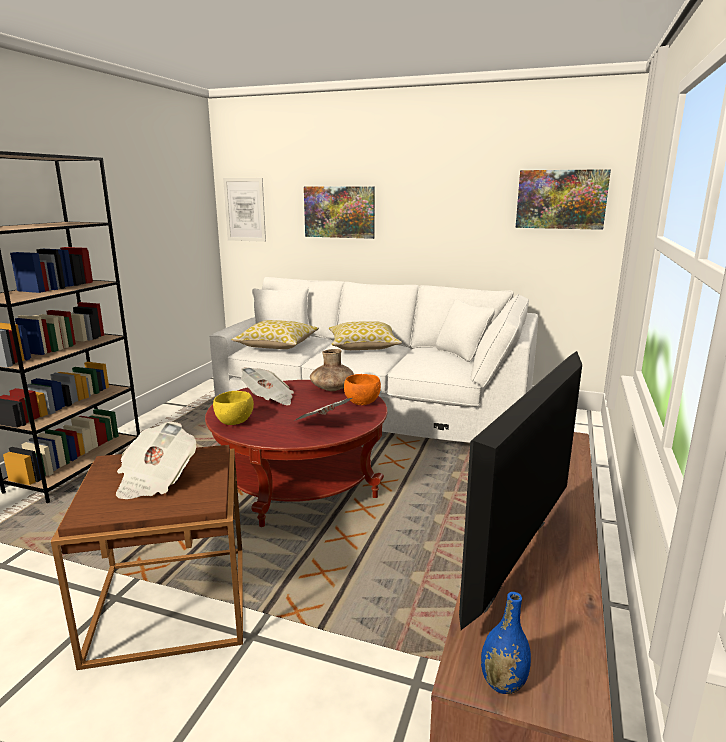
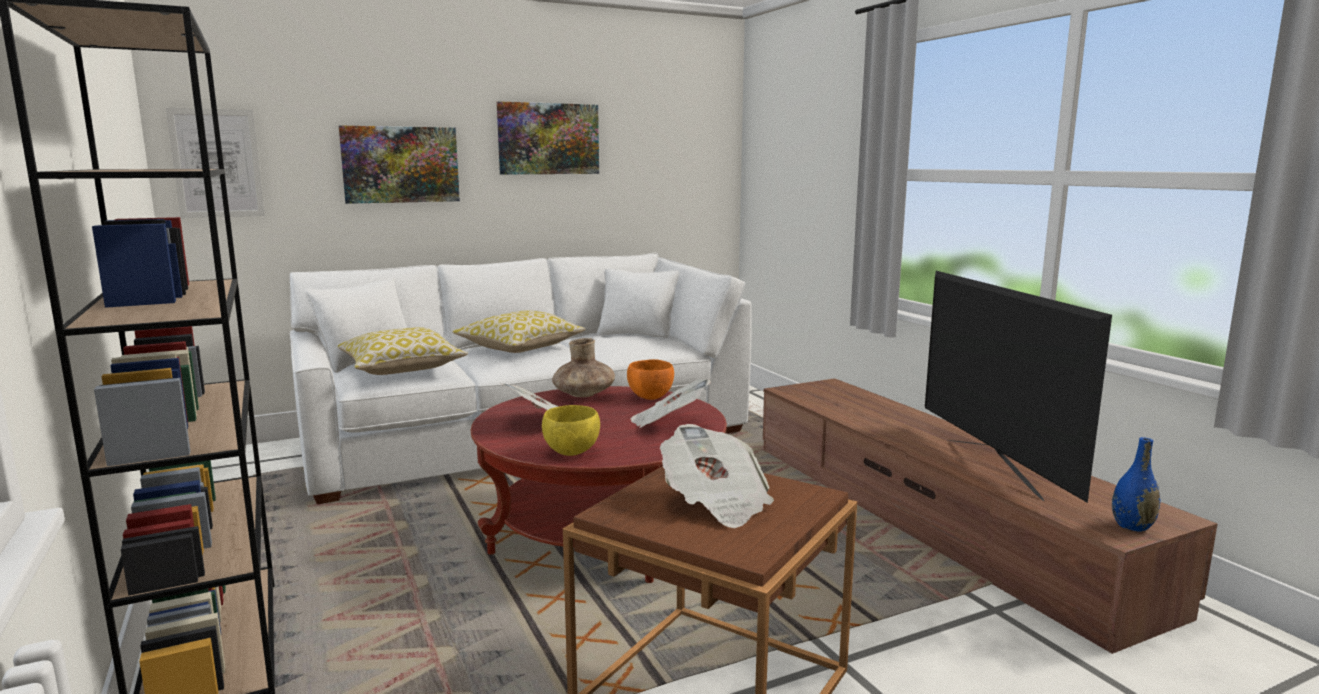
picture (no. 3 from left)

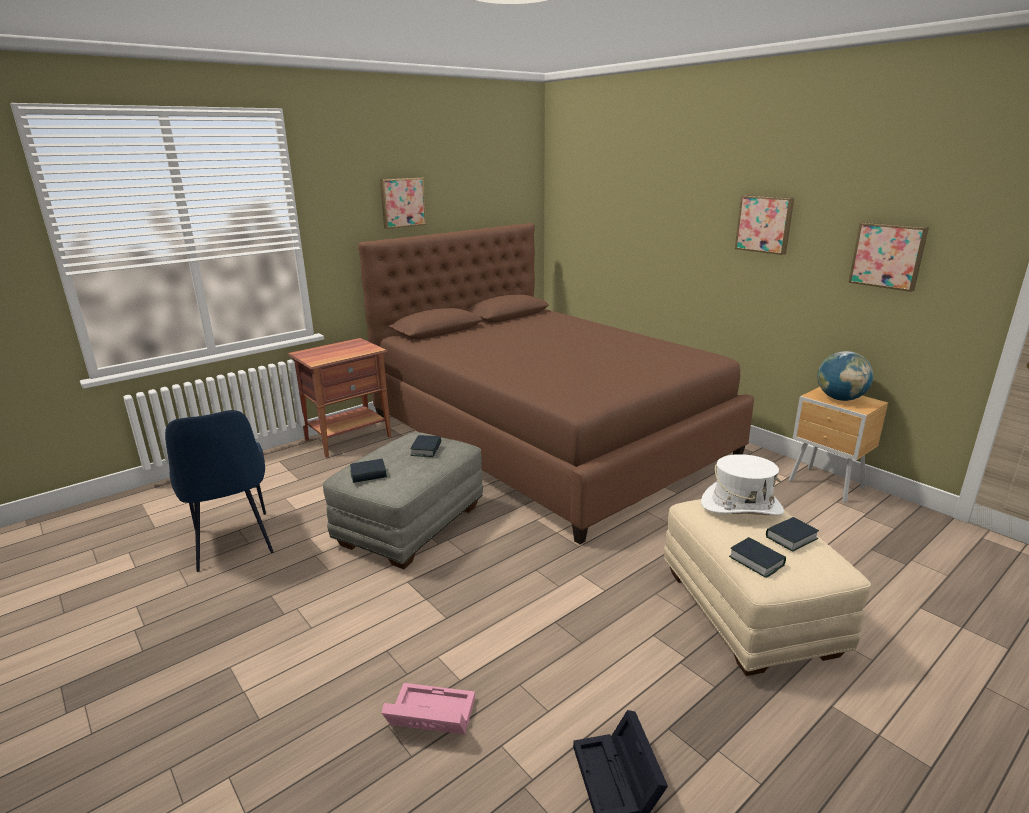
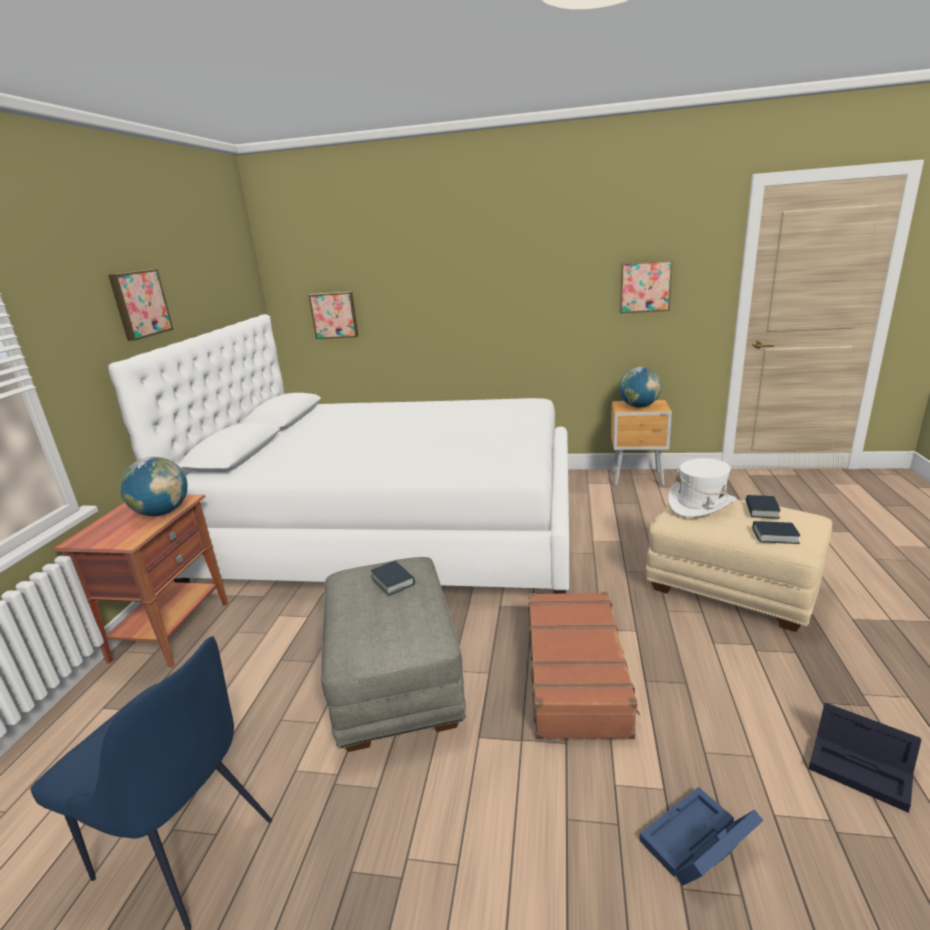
picture (no. 2 from left)
sleeping bed/white-coloured
volume (no. 1 from left in the first image)
storage container/blue-coloured
world globe (no. 1 from left)
piece of luggage/brown-coloured

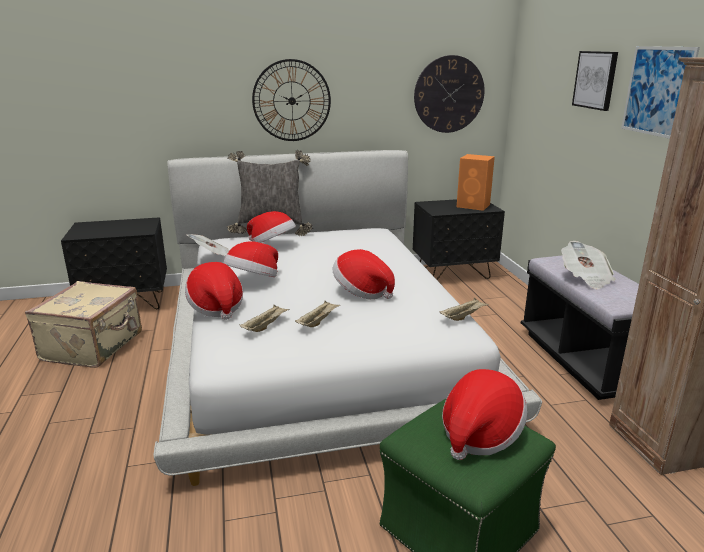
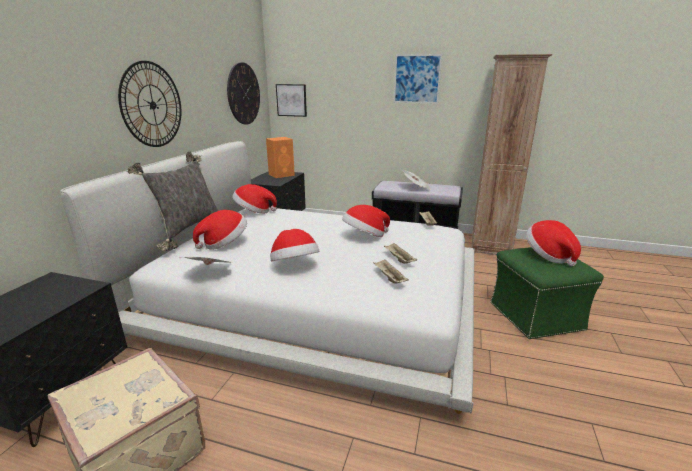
picture (no. 1 from left)
hat (no. 2 from left)

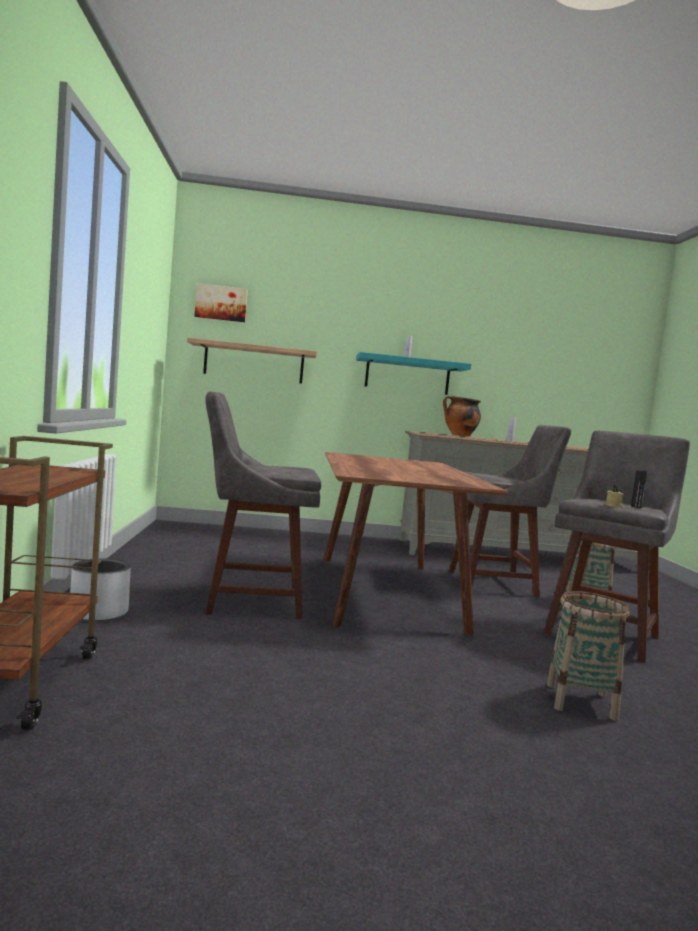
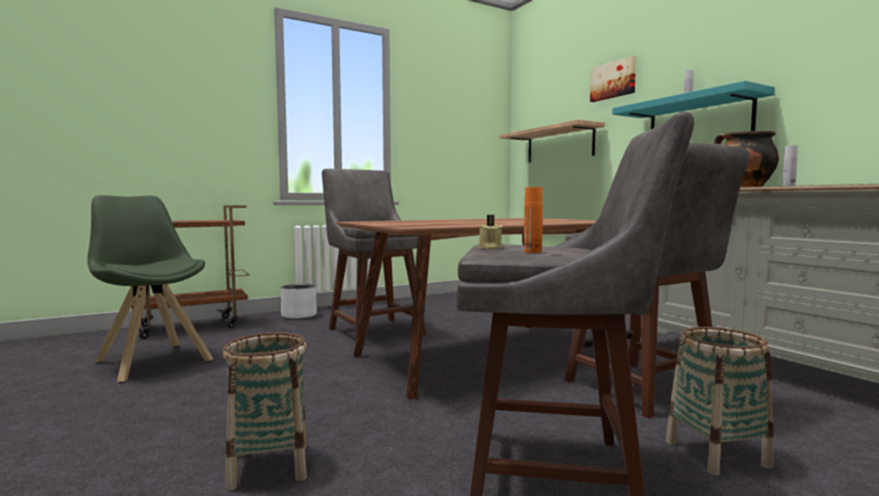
picture
drink bottle/orange-coloured
upright chair/green-coloured

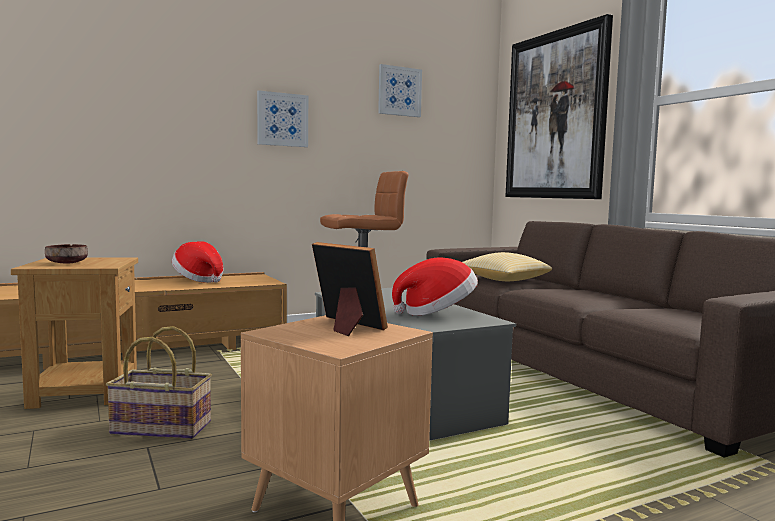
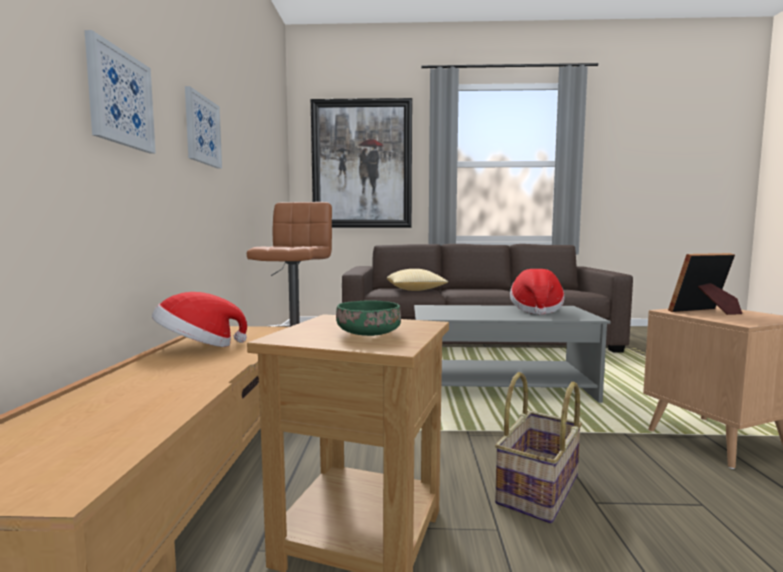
picture (no. 1 from left)
serving bowl/green-coloured

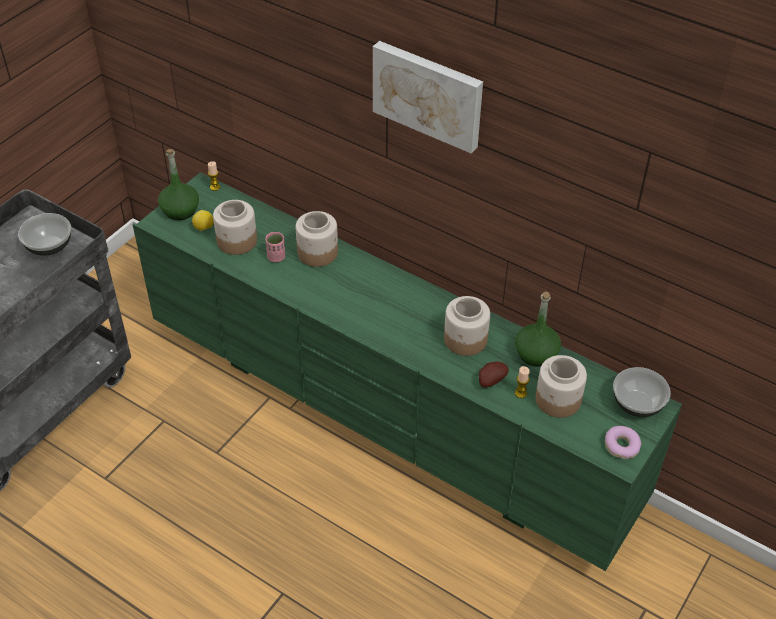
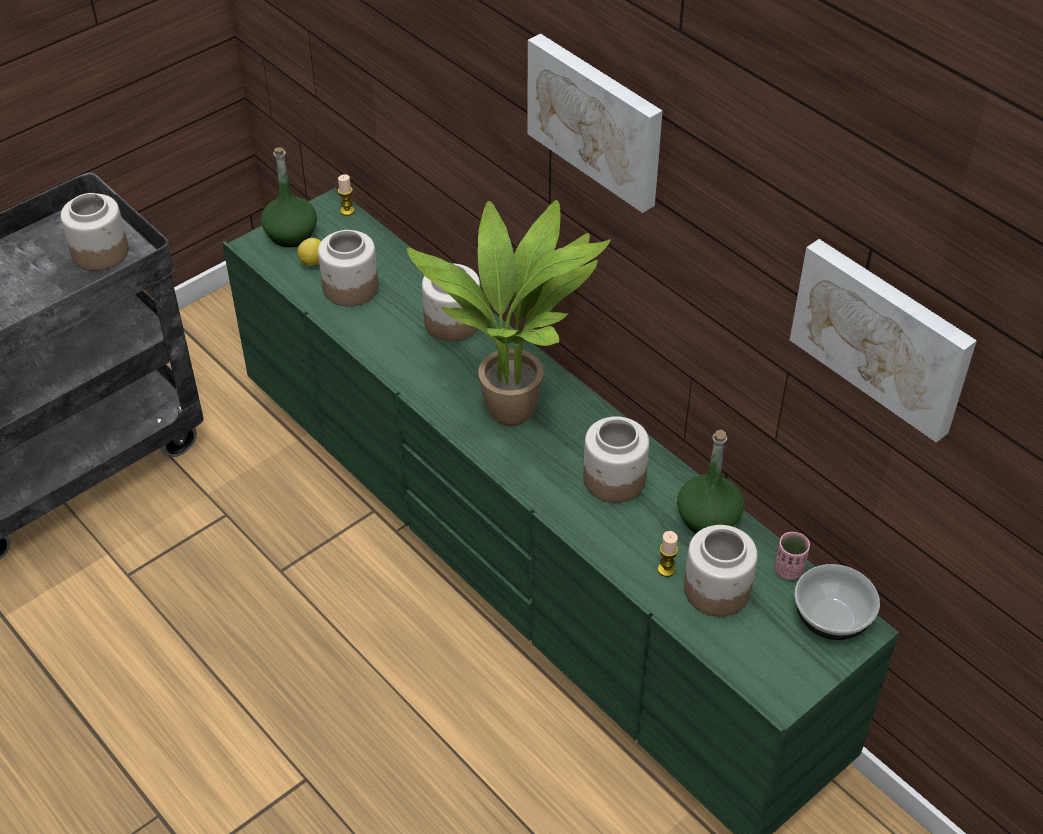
jar (no. 1 from left)
cup/pink-coloured
whole potato
donut
potted plant
picture (no. 2 from left)

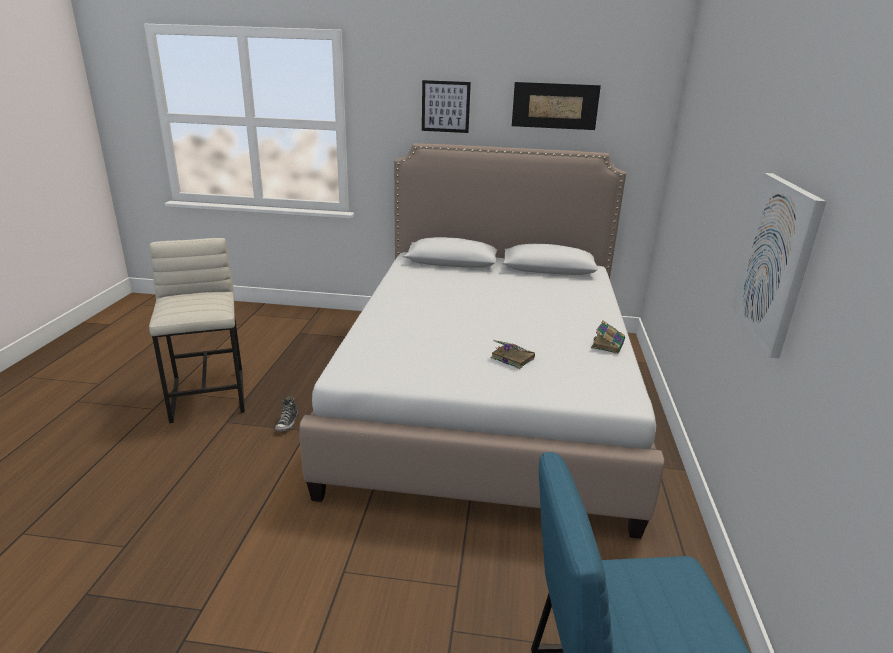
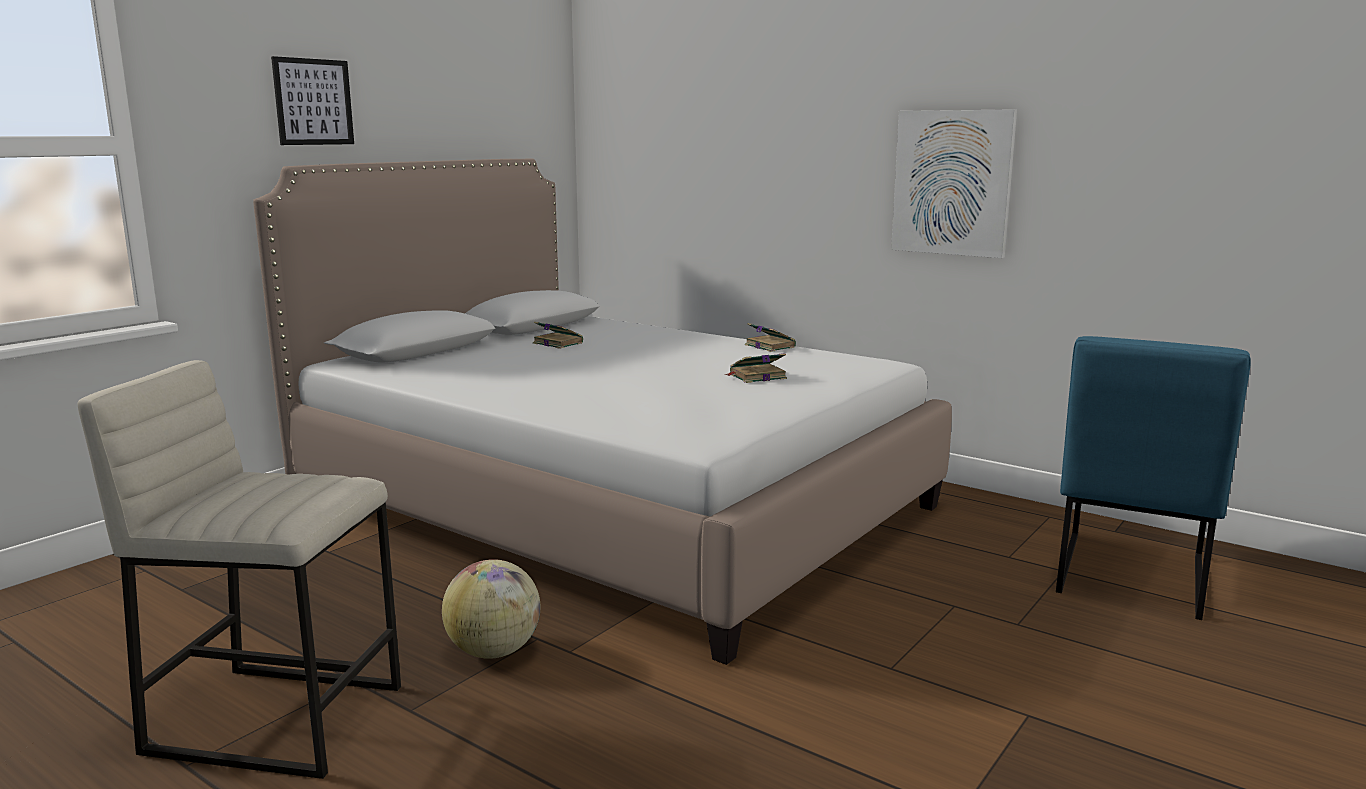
picture (no. 2 from left in the first image)
world globe
volume (no. 1 from left)

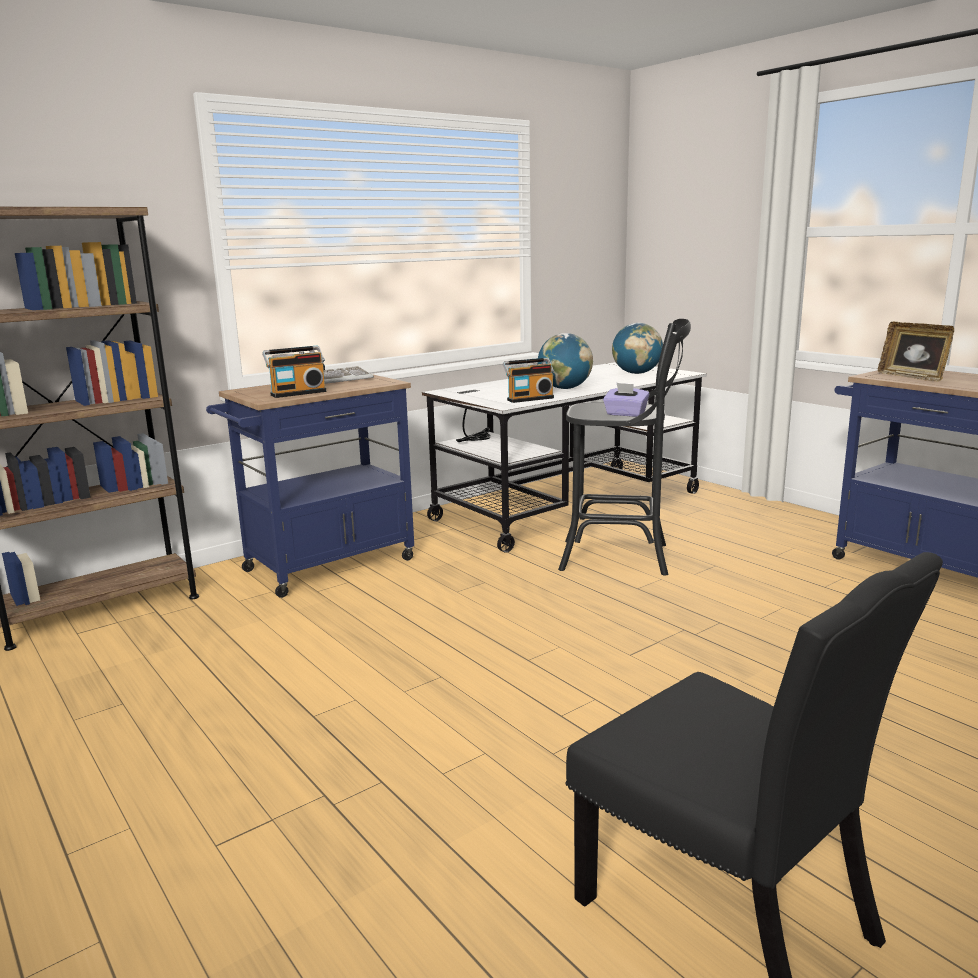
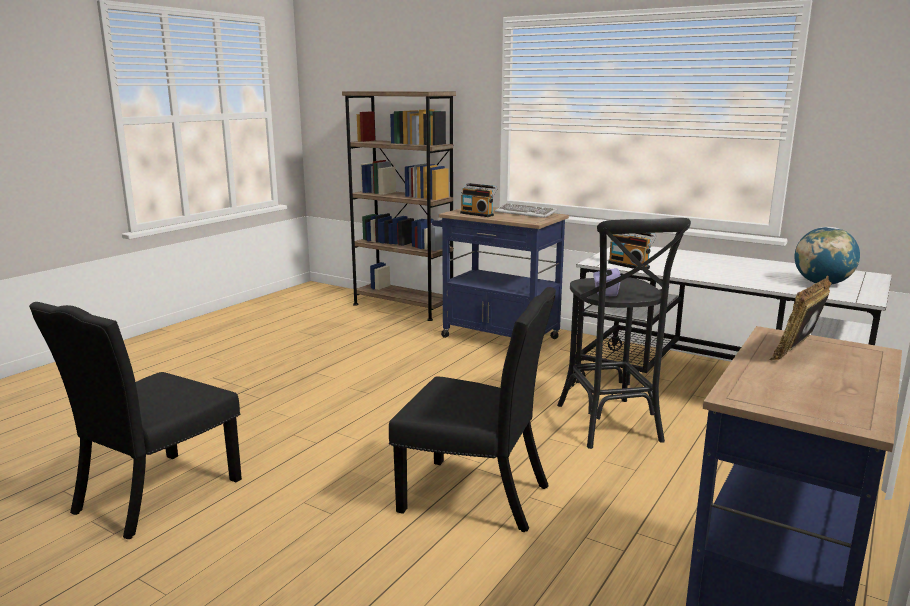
world globe (no. 1 from left in the first image)
upright chair/black-coloured (no. 2 from left)

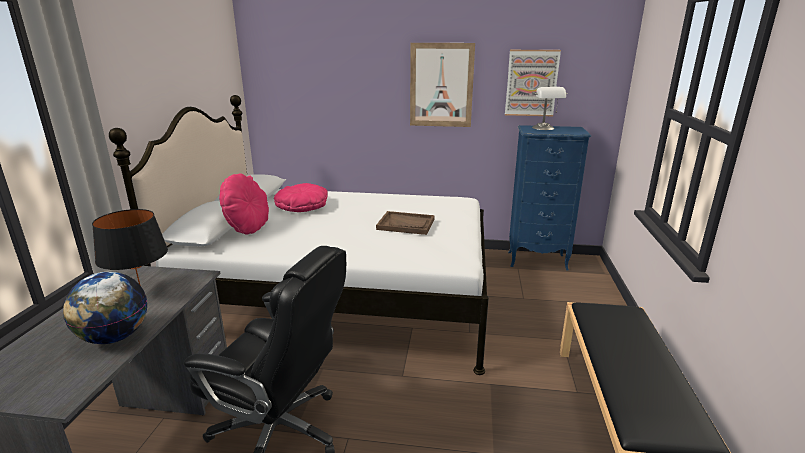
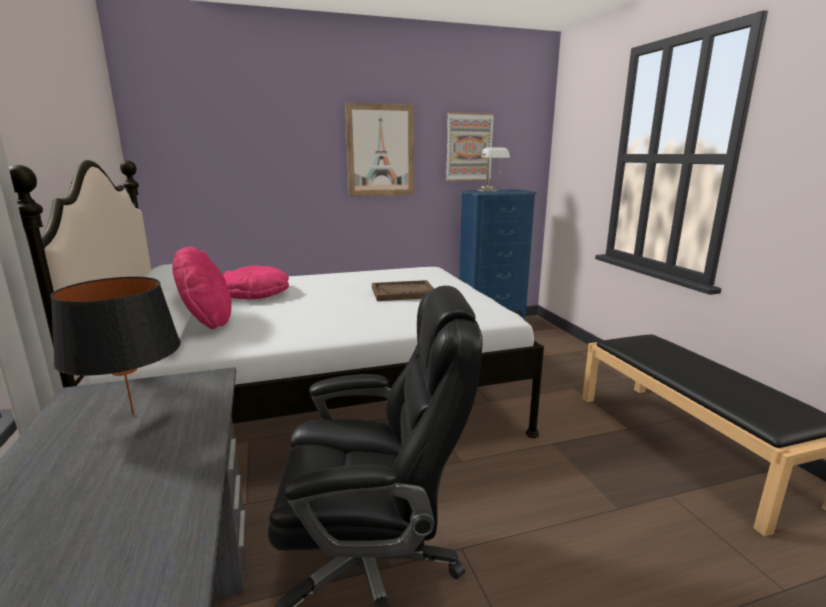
world globe

